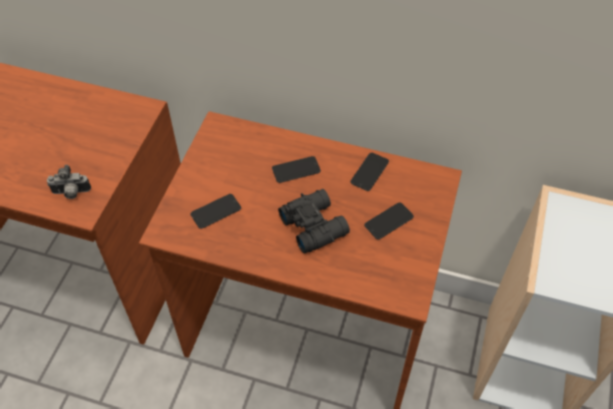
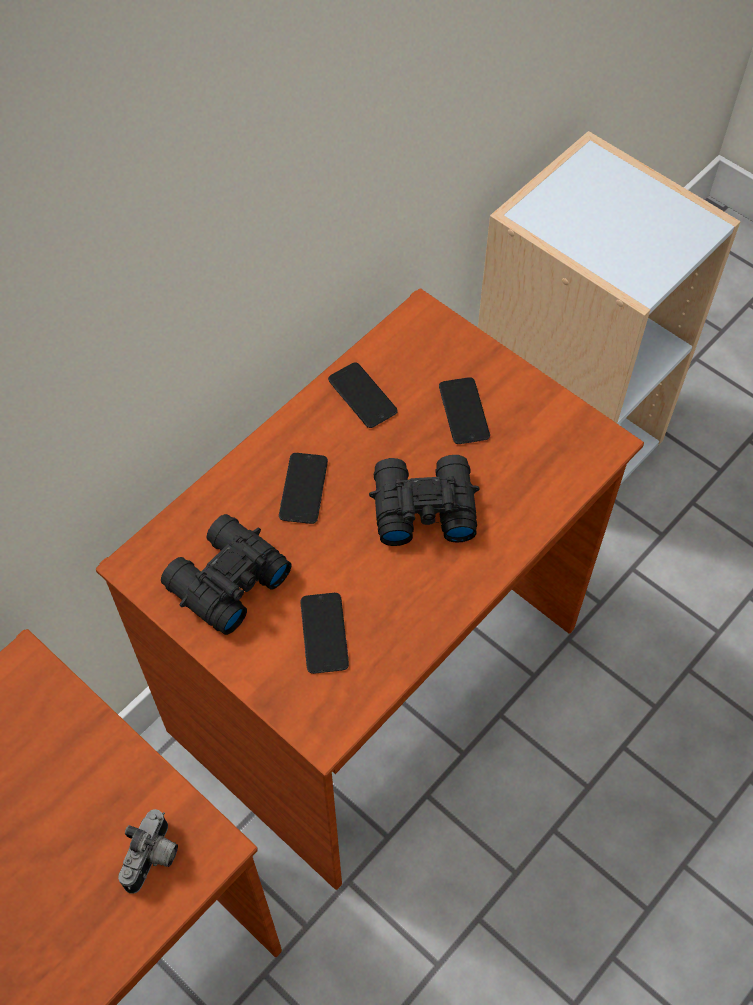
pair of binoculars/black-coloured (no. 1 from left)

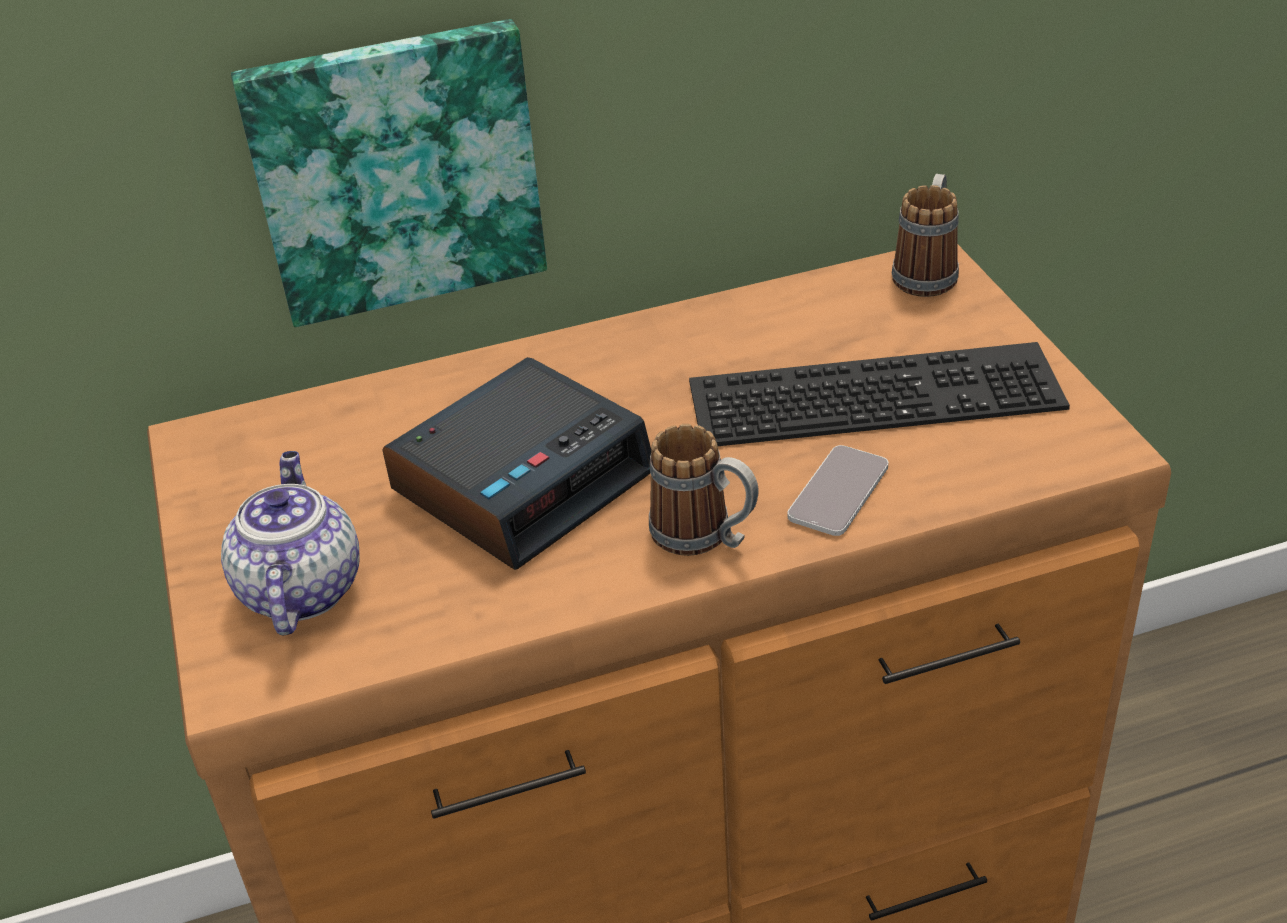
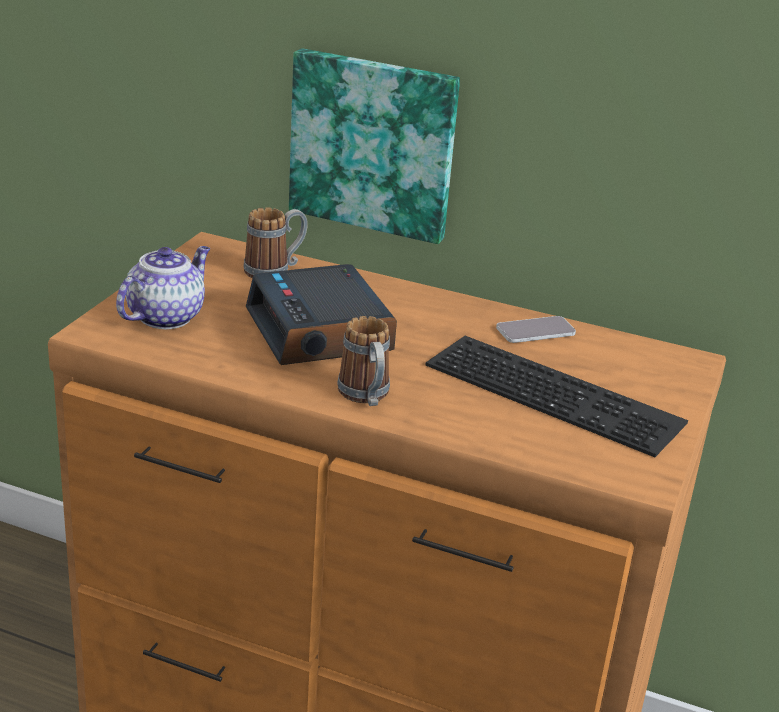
tea mug (no. 1 from left)
bedside clock
phone

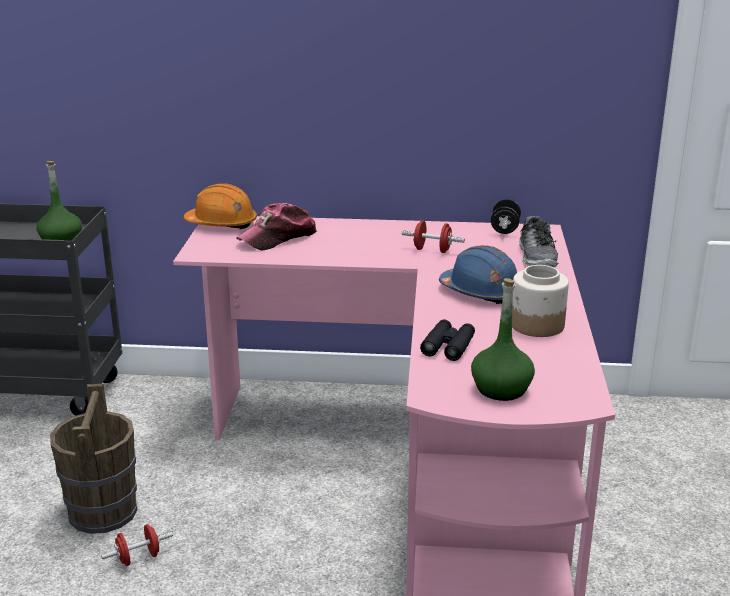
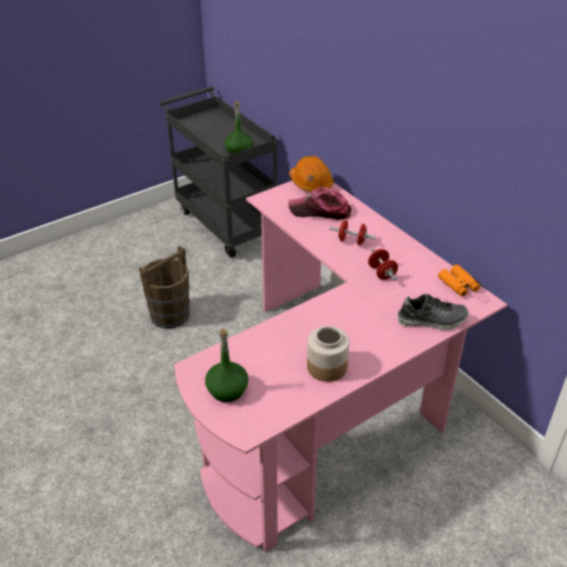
pair of binoculars/orange-coloured
low shoe
hard hat/blue-coloured
pair of binoculars/black-coloured
hand weight/red (no. 1 from left)

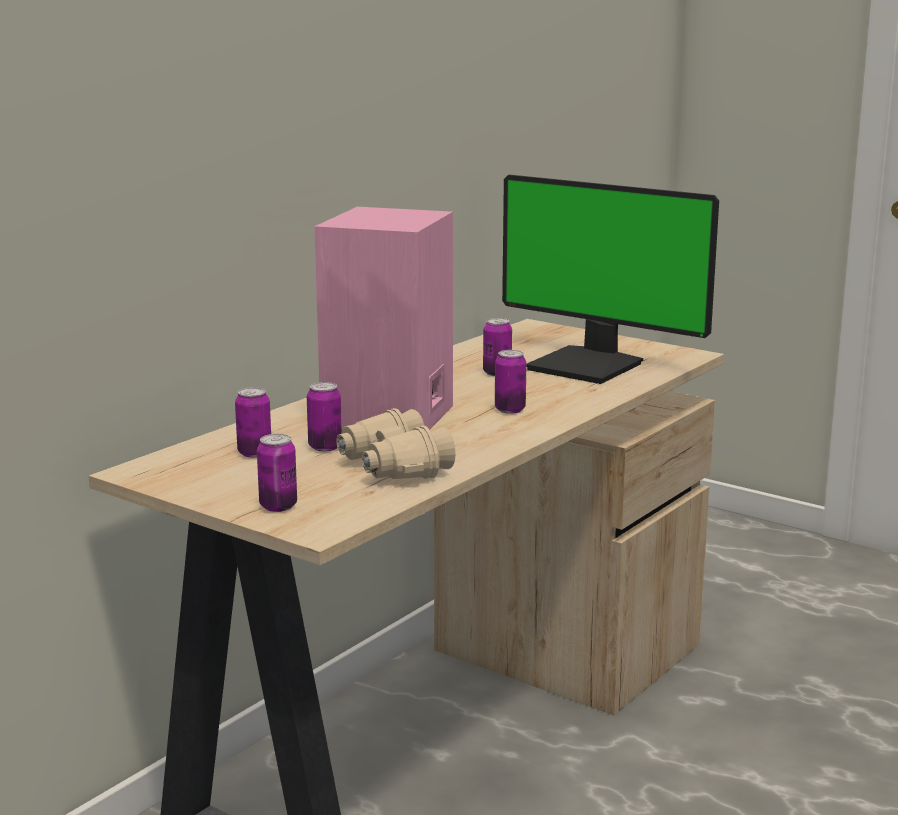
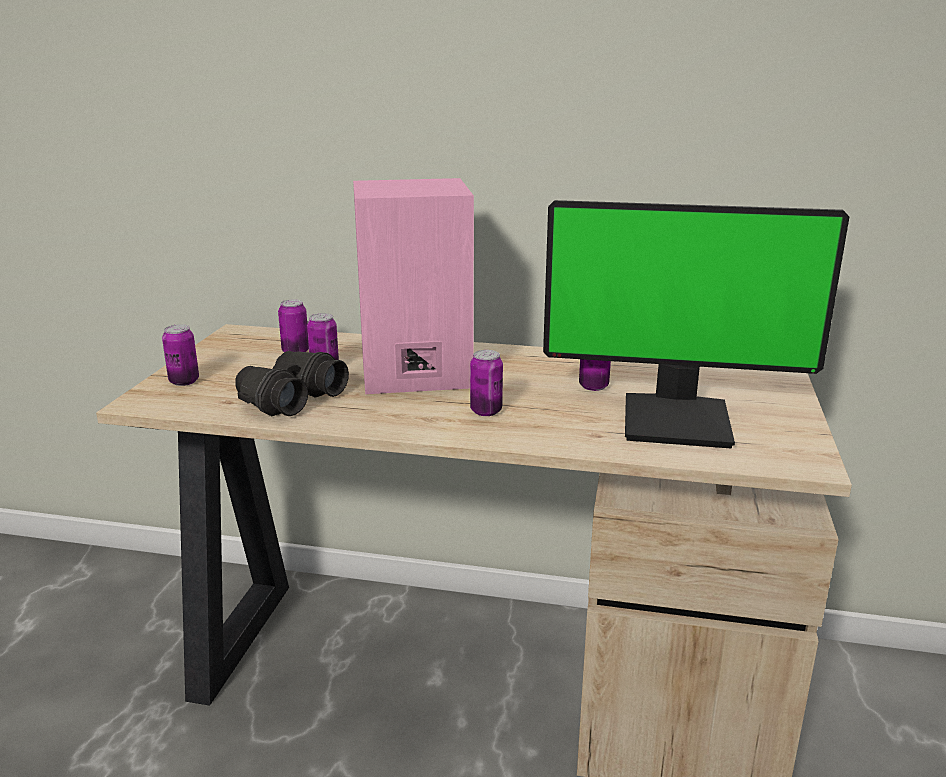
monitor
pair of binoculars/black-coloured

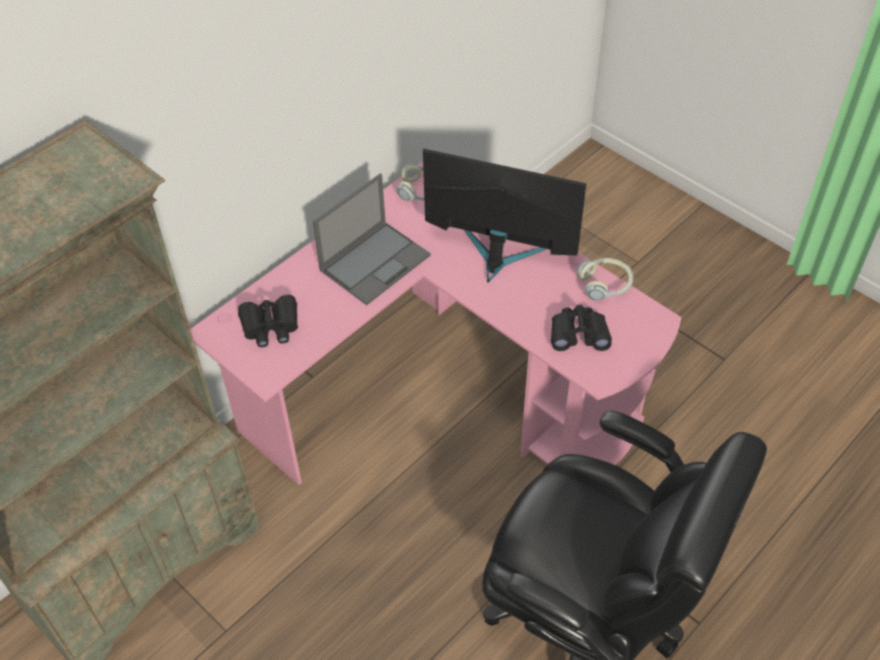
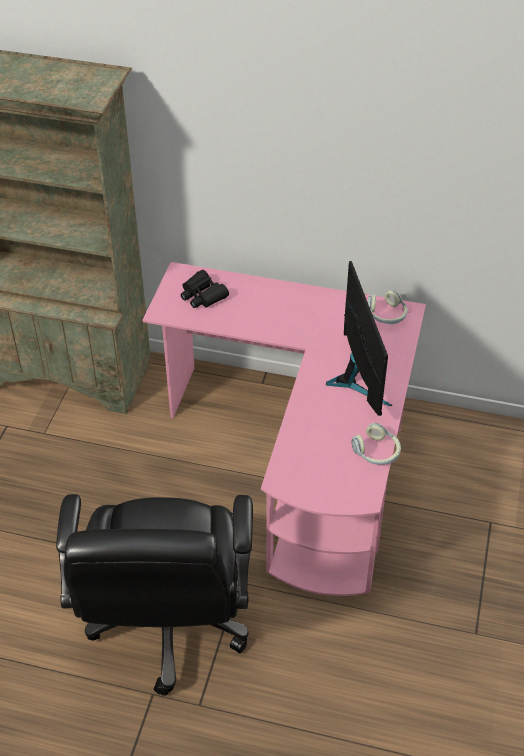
portable computer
pair of binoculars/black-coloured (no. 2 from left in the first image)

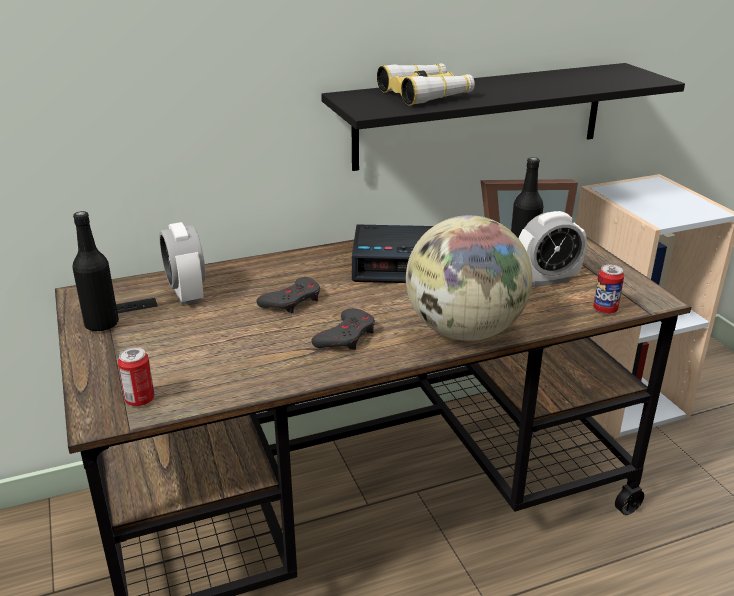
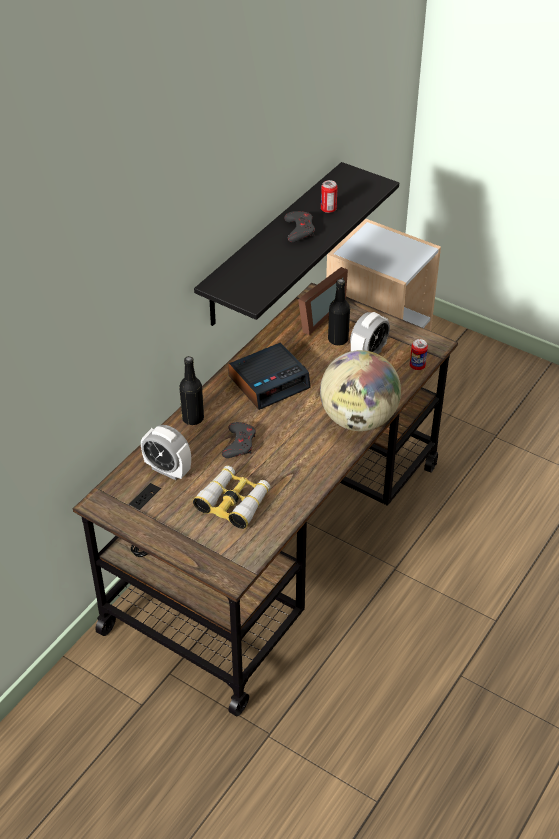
pair of binoculars
drink bottle/black-coloured (no. 1 from left)
joypad/greyish (no. 2 from left)
can (no. 1 from left)

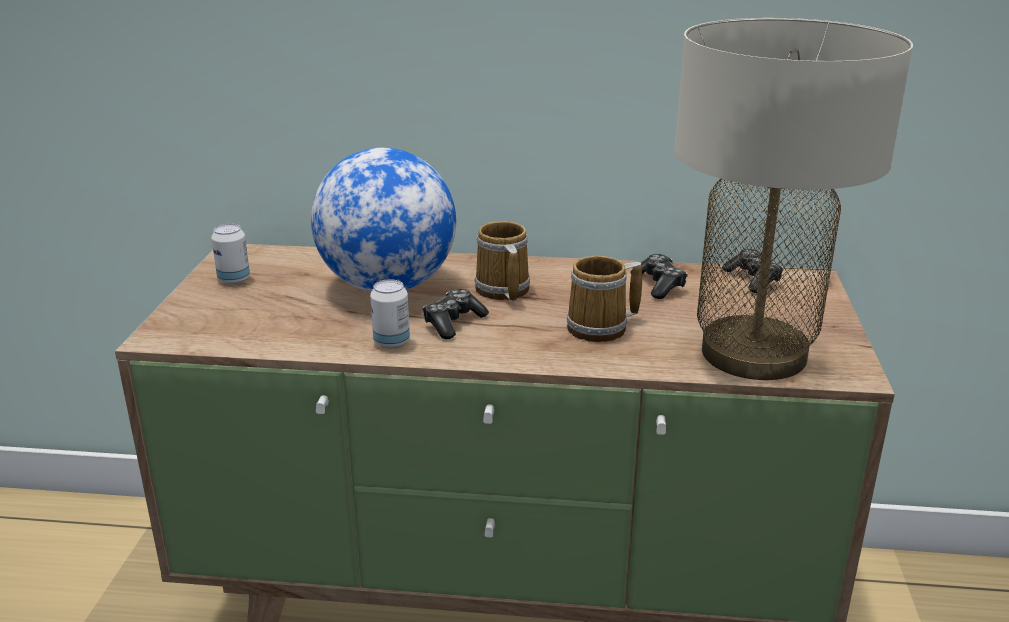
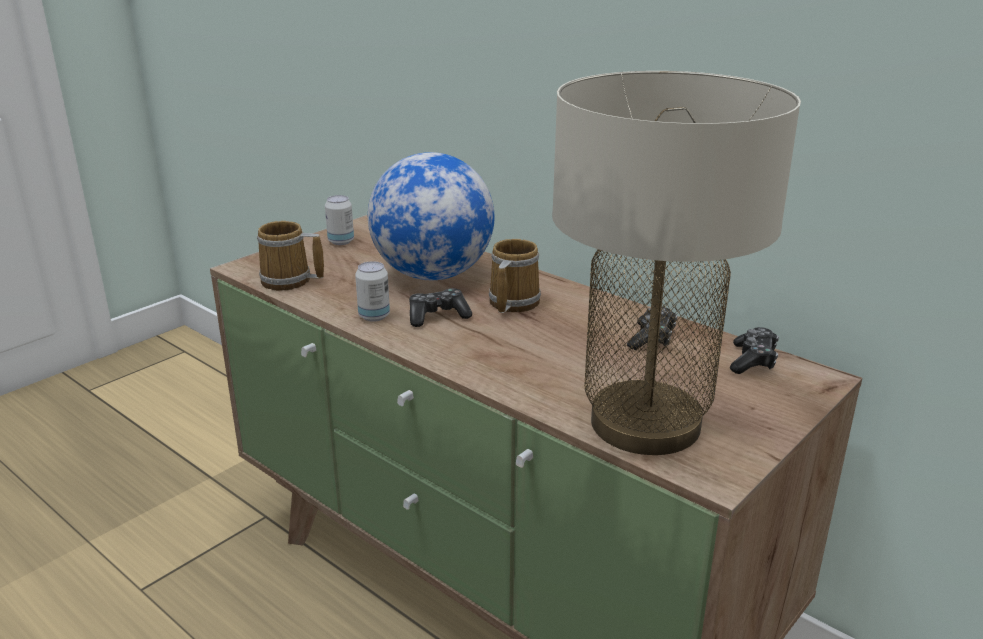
tea mug (no. 1 from left)

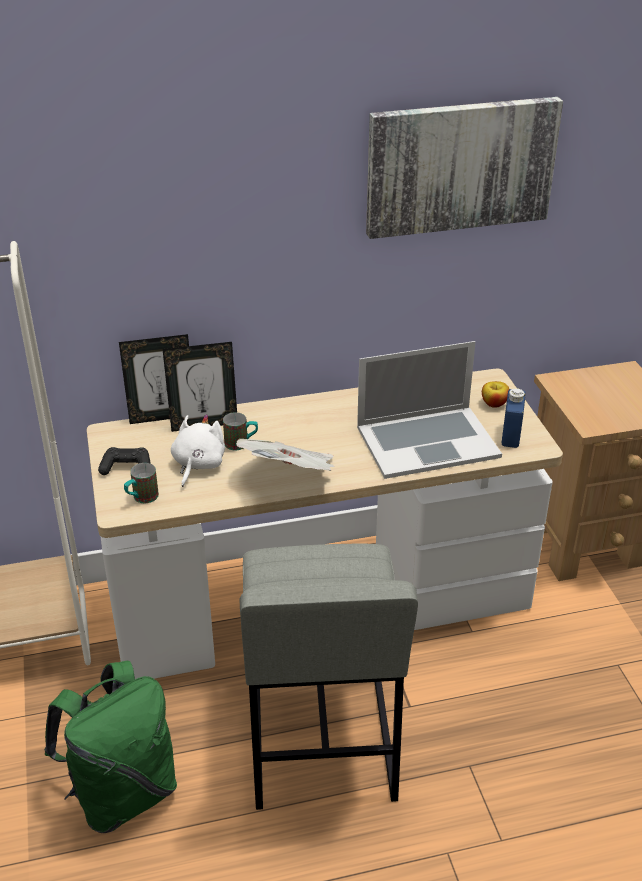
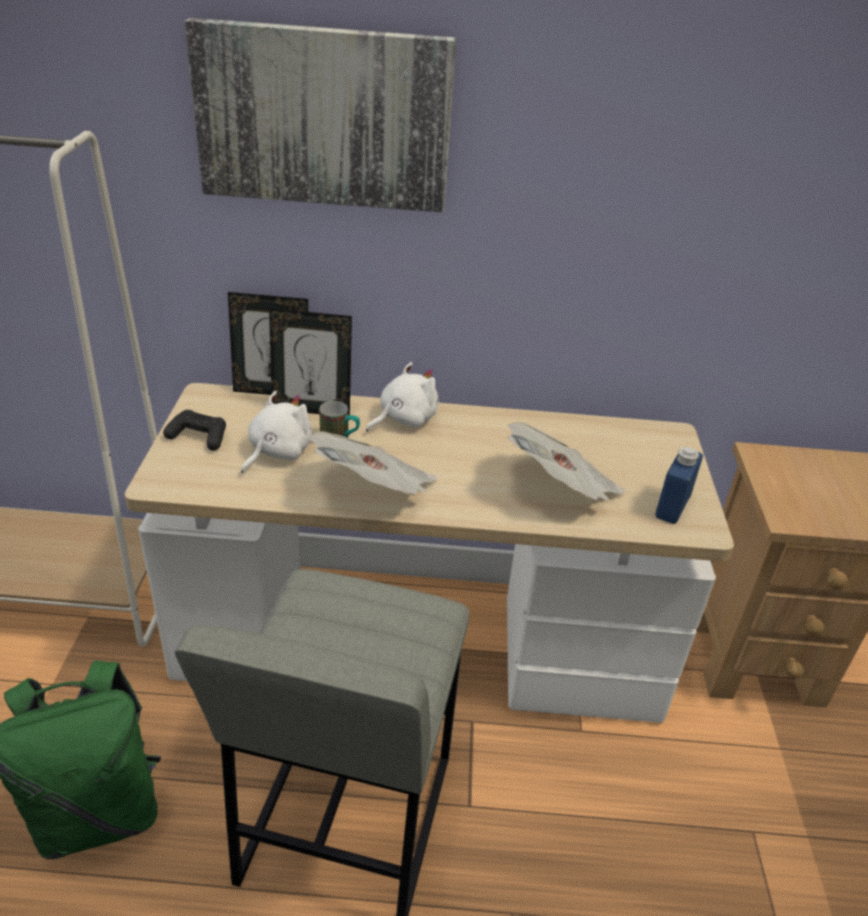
picture
printed paper (no. 2 from left)
apple
tea mug (no. 1 from left in the first image)
cuddly toy/white-coloured (no. 2 from left)

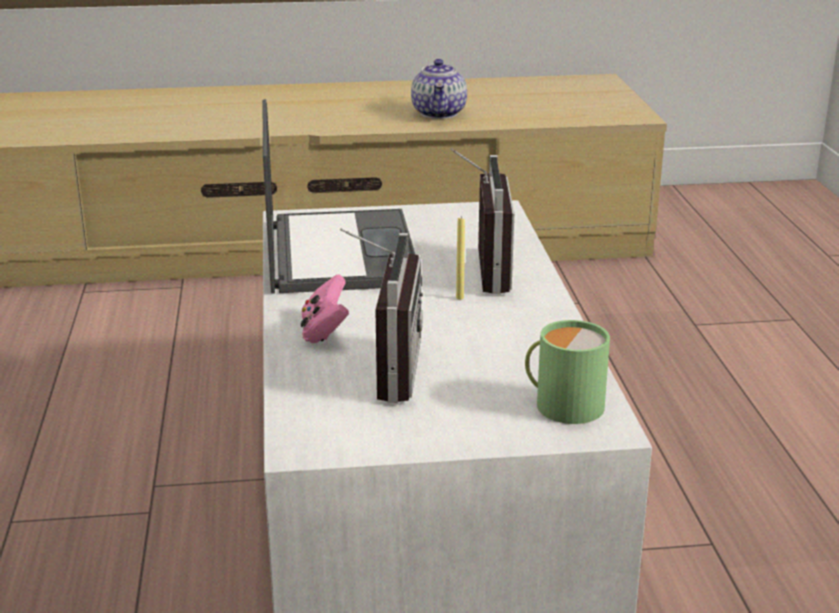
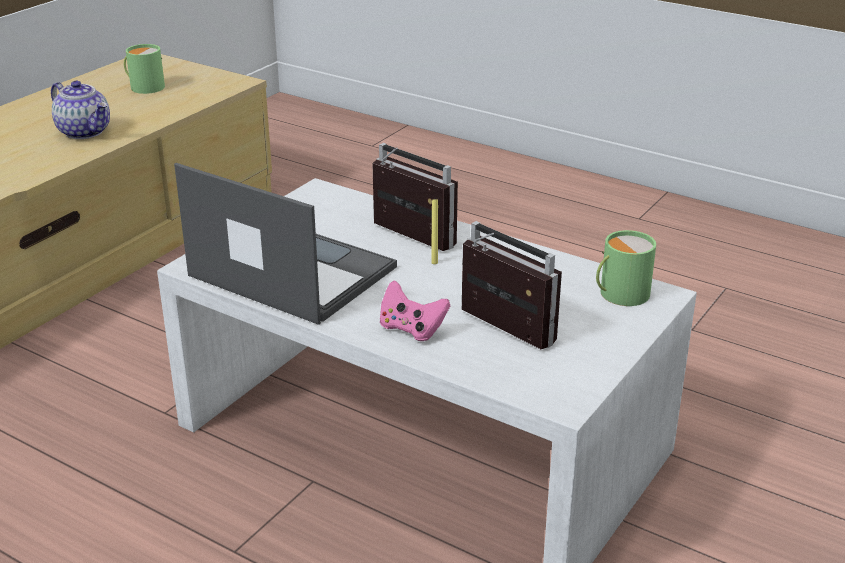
tea mug/green-coloured (no. 1 from left)

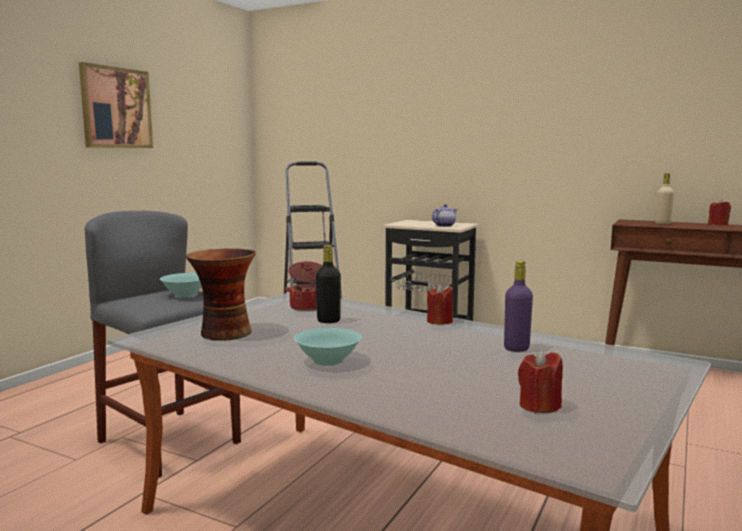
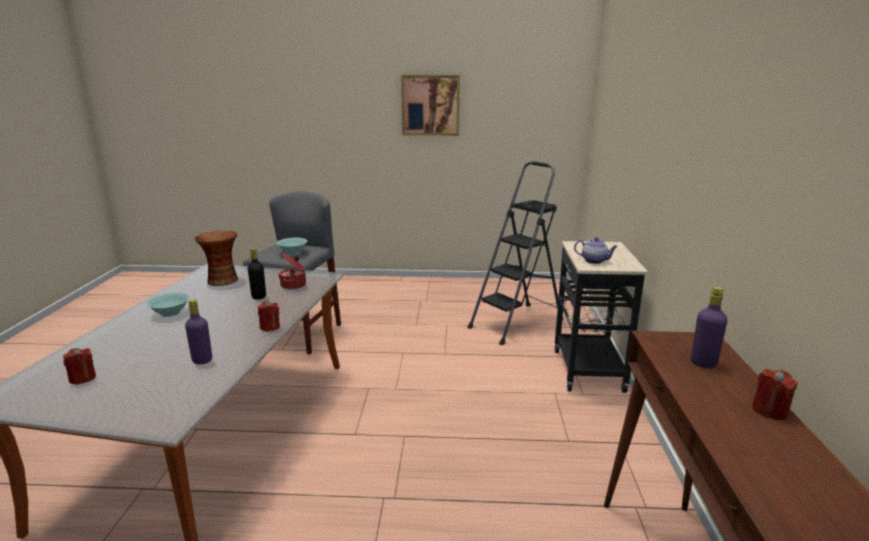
drink bottle/purple (no. 2 from left)

